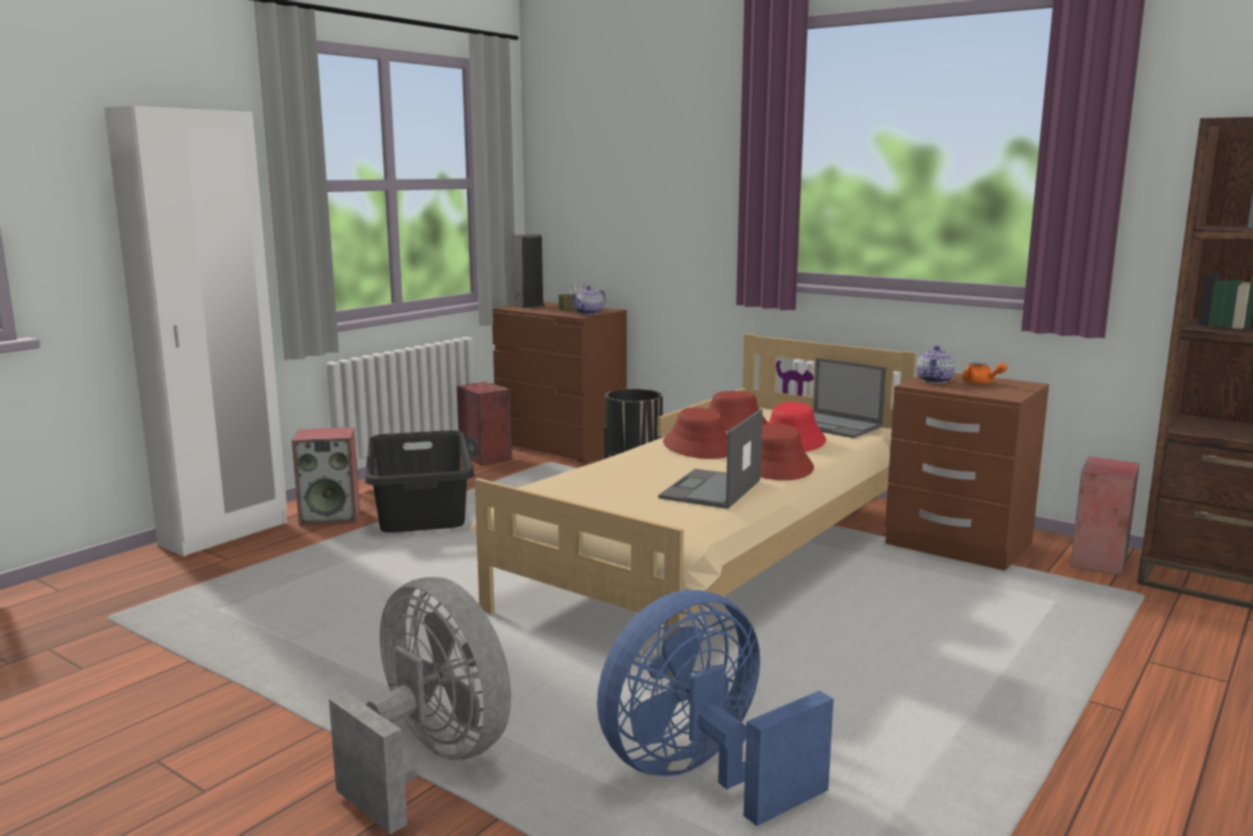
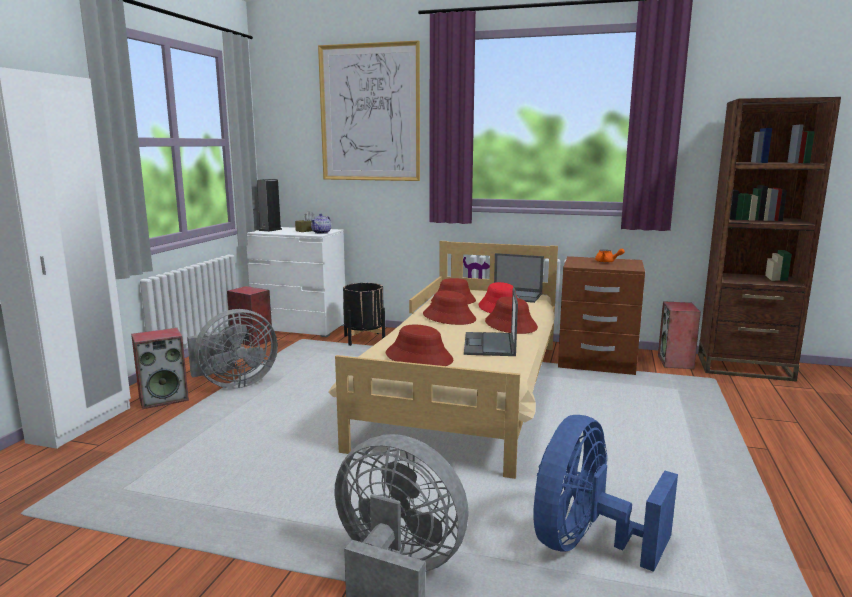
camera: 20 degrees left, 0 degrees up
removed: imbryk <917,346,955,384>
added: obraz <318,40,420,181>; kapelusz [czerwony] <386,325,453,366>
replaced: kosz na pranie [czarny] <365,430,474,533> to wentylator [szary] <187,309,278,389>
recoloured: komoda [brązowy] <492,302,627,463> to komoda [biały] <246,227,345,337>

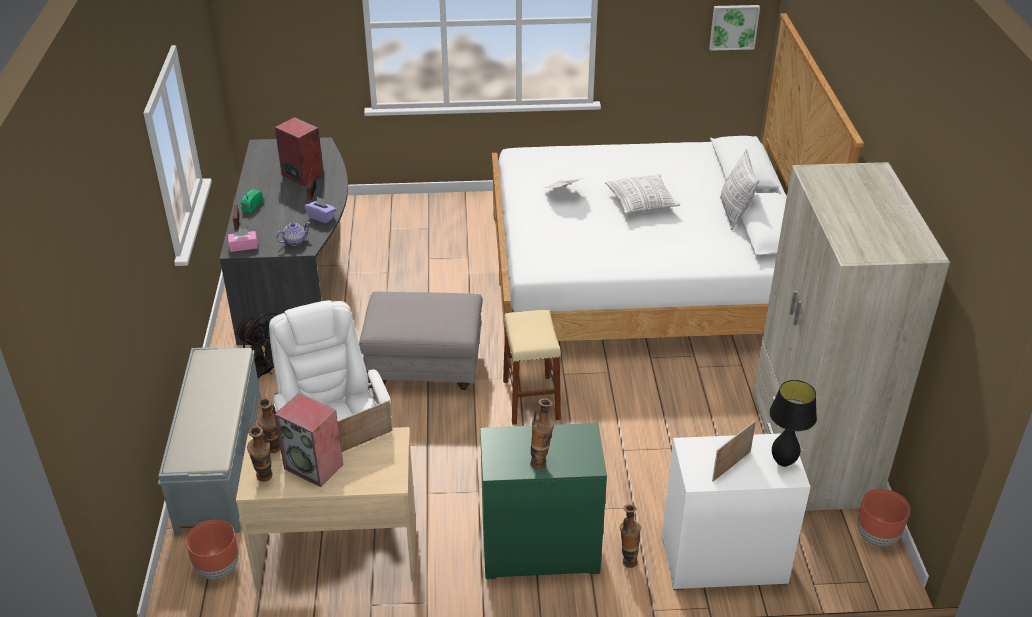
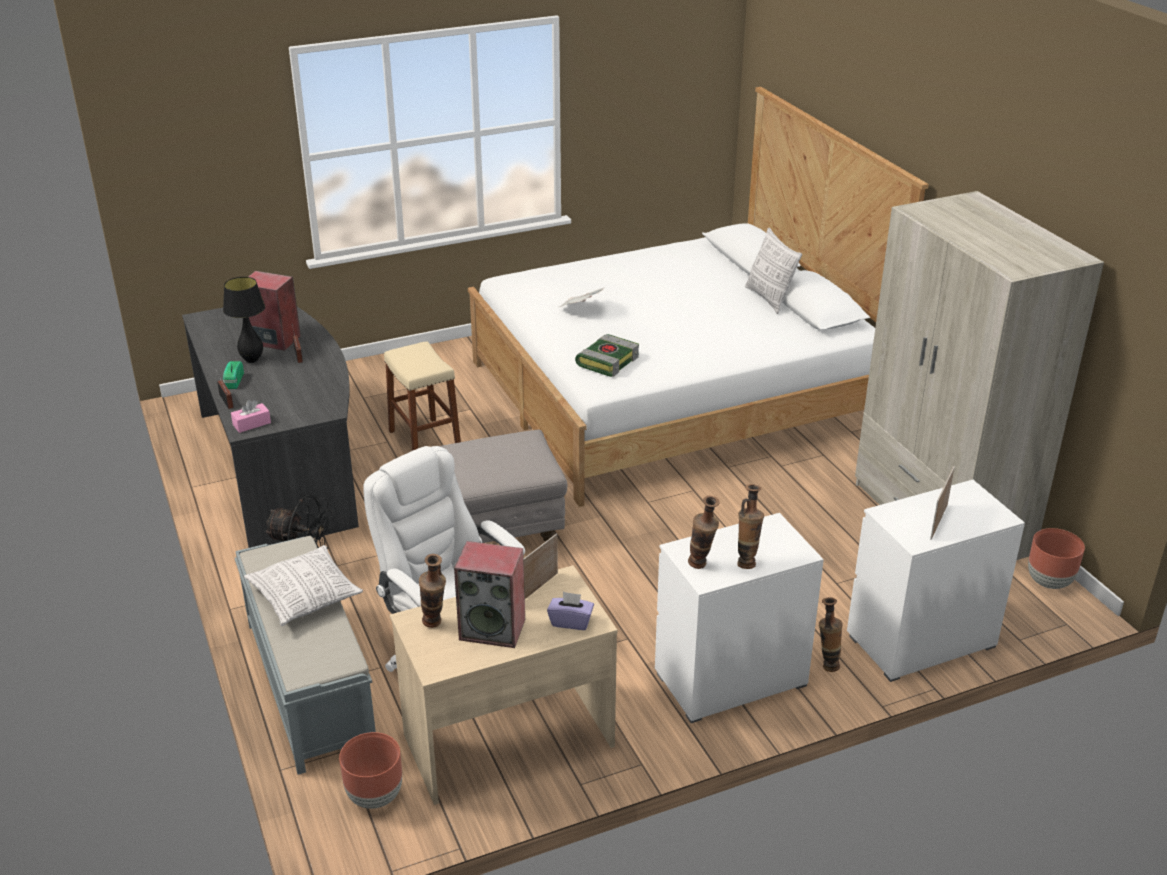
camera: 20 degrees left, 5 degrees down
removed: imbryk <276,222,311,246>; obraz <709,5,760,51>
added: książka <575,334,639,377>
moved: wazon <247,426,272,482> to <688,496,719,569>; pudełko chusteczek [fioletowy] <305,197,336,223> to <547,592,594,630>; stołek [beżowy] <503,310,561,425> to <384,341,461,451>; poduszka <605,174,680,214> to <244,545,363,626>; lampa stołowa [czarny] <769,380,817,467> to <223,277,265,363>
recoloured: komoda [zielony] <480,423,607,579> to komoda [biały] <655,513,824,723>

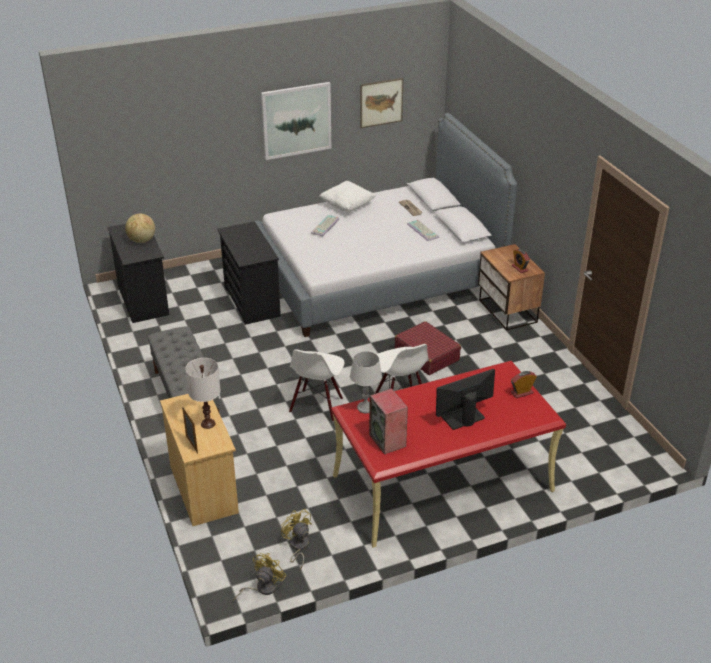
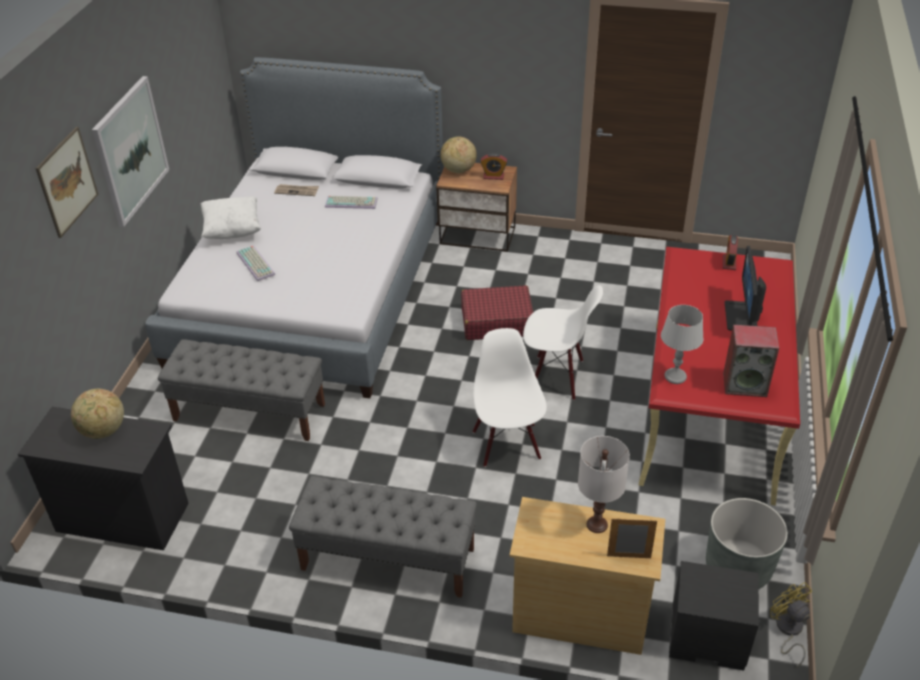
camera: 55 degrees left, 5 degrees up
added: globus <440,136,477,173>; szafka nocna [czarny] <669,561,759,670>
moved: obraz <360,78,403,128> to <35,127,98,238>
replaced: komoda [czarny] <217,221,281,325> to ławka [szary] <158,339,325,441>; wentylator [żółty] <281,509,312,570> to donica [szary] <706,498,788,589>
turned: krzesło [biały] <289,349,344,422> = <473,328,547,467> 150 degrees counterclockwise

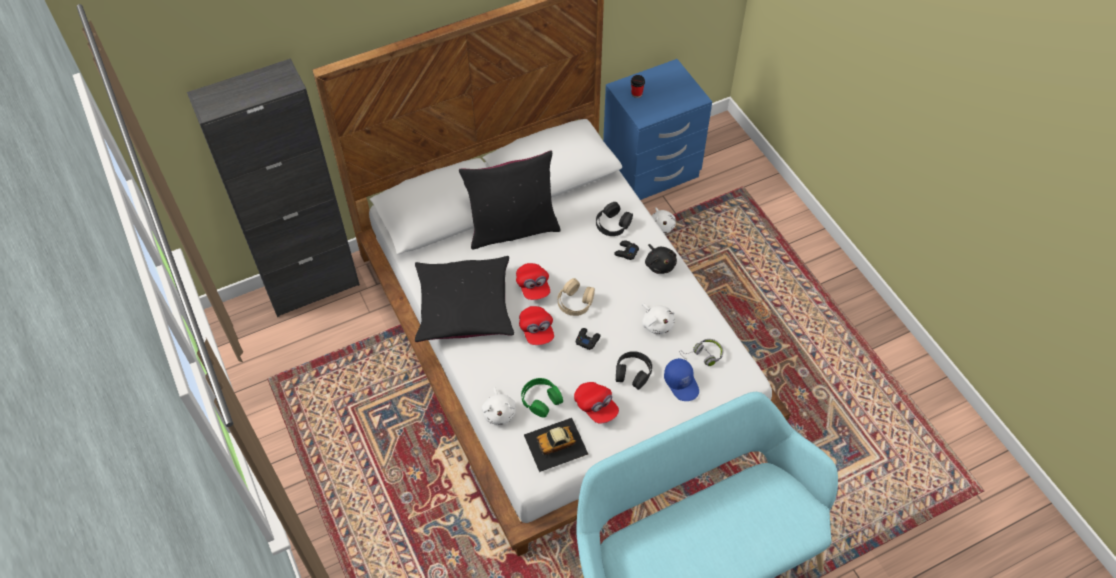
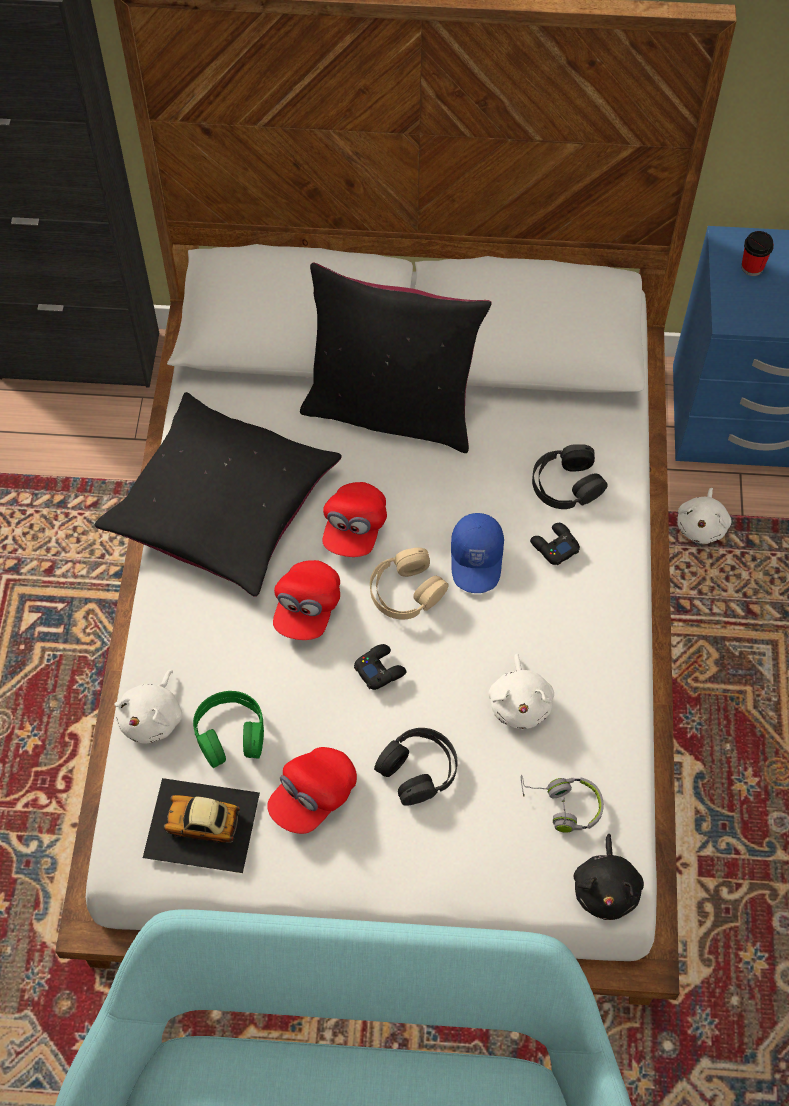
camera: 30 degrees right, 5 degrees up
moved: pluszak [czarny] <645,244,677,274> to <574,834,644,920>; czapka z daszkiem [niebieski] <664,358,699,401> to <451,513,504,593>
turned: czapka z daszkiem [czerwony] <574,382,619,423> = <267,747,357,834> 45 degrees clockwise

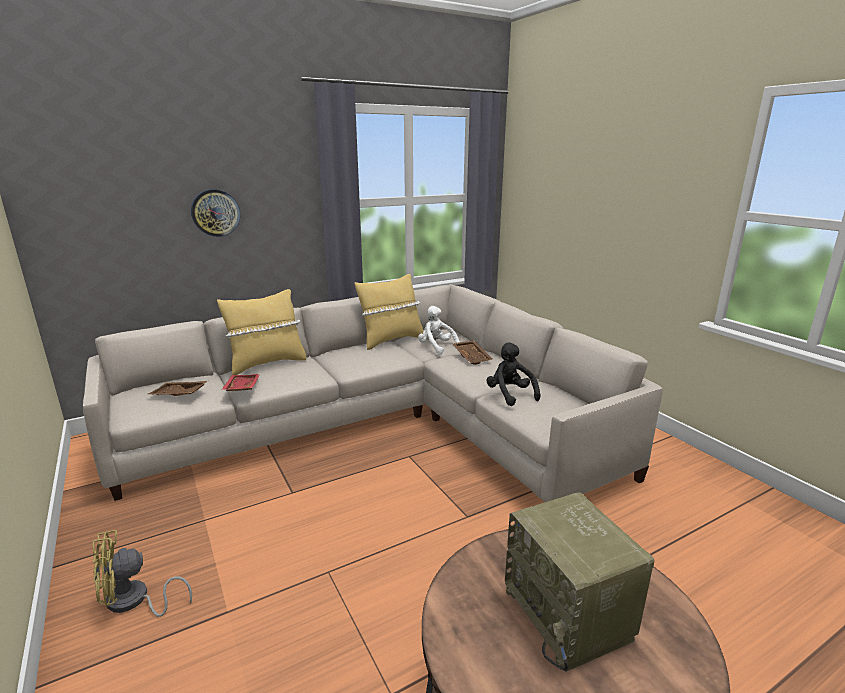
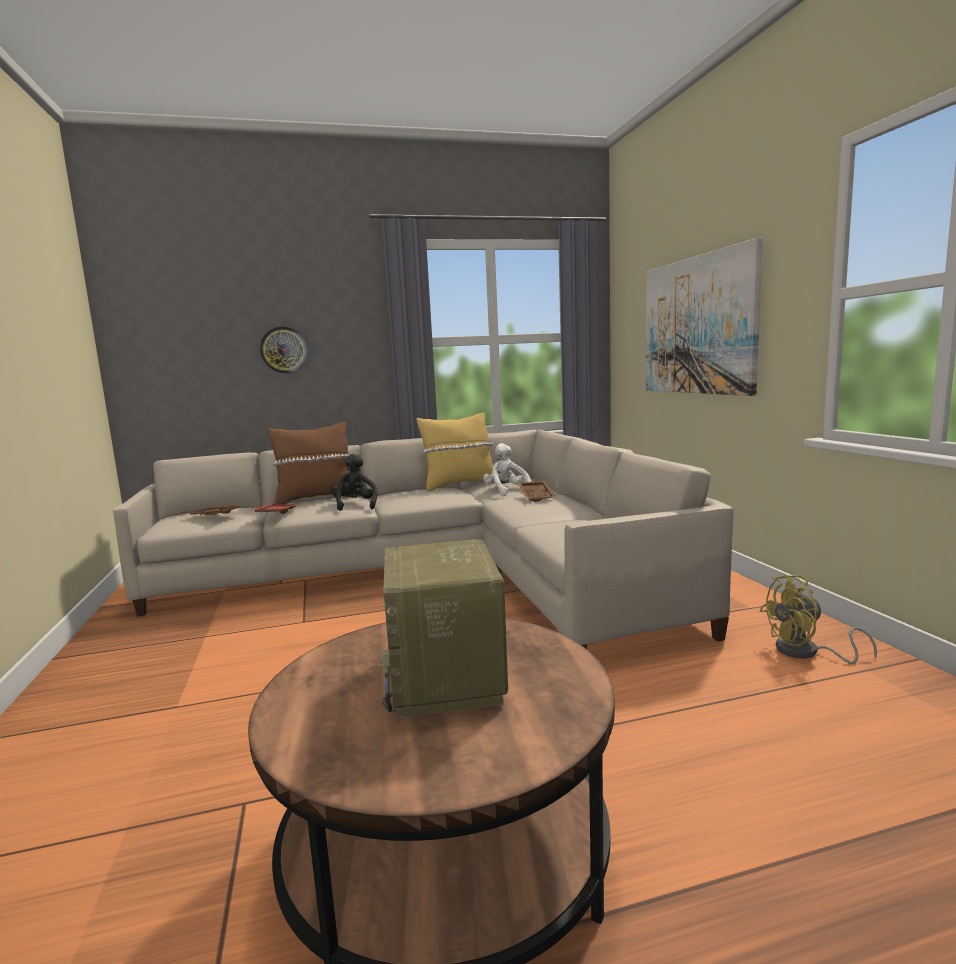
camera: 15 degrees right, 10 degrees down
added: obraz <646,238,763,396>
moved: wentylator [żółty] <92,530,192,617> to <760,575,877,664>; pluszak [czarny] <486,342,541,406> to <331,454,378,511>
recoloured: poduszka [żółty] <217,289,306,375> to poduszka [brązowy] <268,422,357,504>

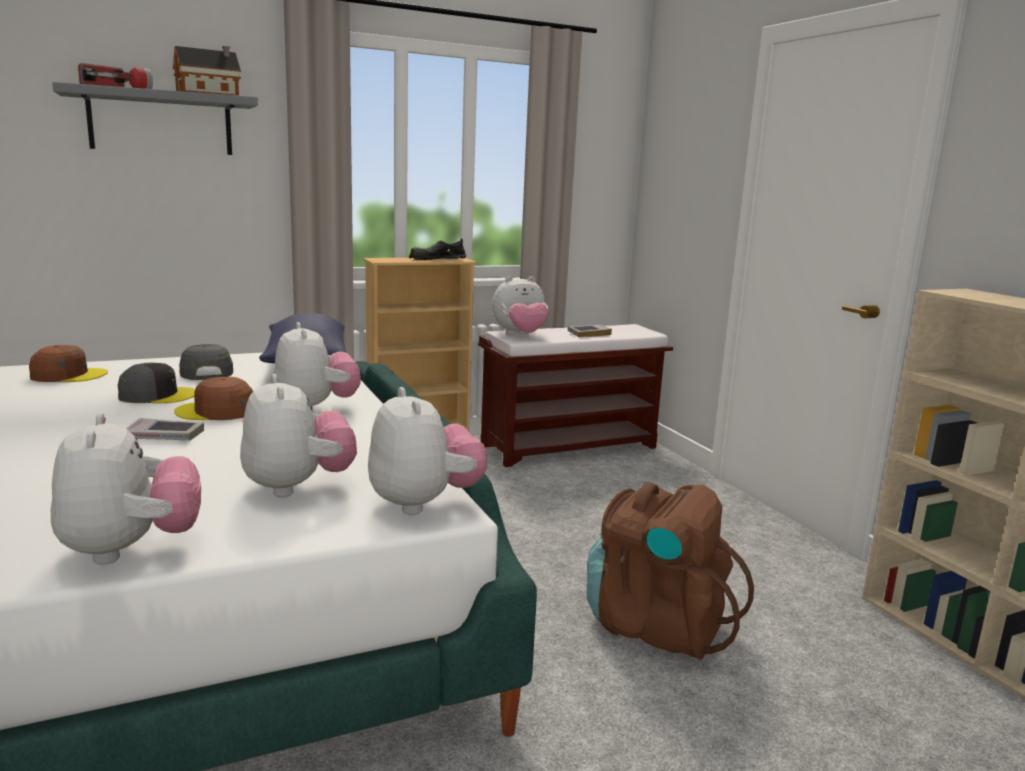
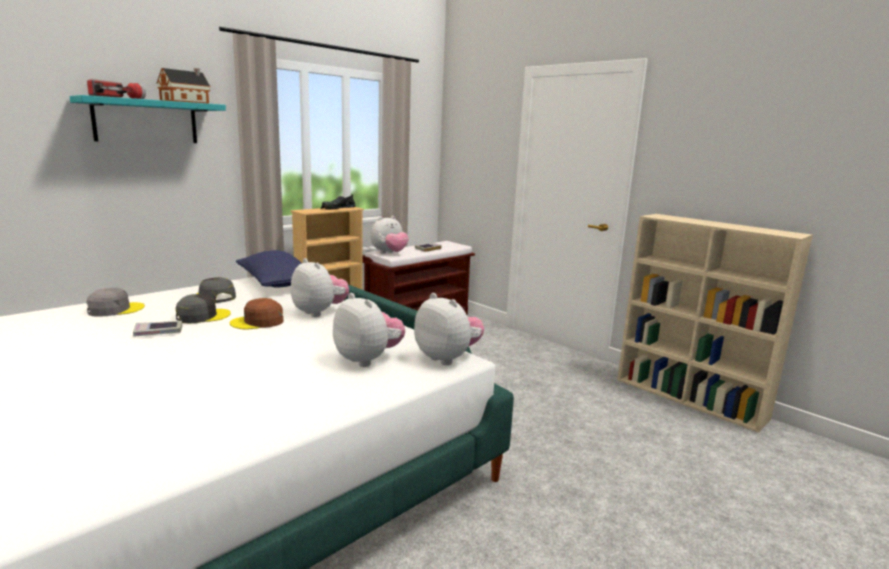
camera: 20 degrees left, 0 degrees up
removed: pluszak <51,413,201,565>; plecak [brązowy] <587,482,754,660>
moved: książka <126,418,204,440> to <133,321,182,337>
recoloured: czapka z daszkiem [brązowy] <29,345,108,382> to czapka z daszkiem [szary] <86,288,145,317>; półka [szary] <52,82,258,155> to półka [turkusowy] <69,95,226,143>

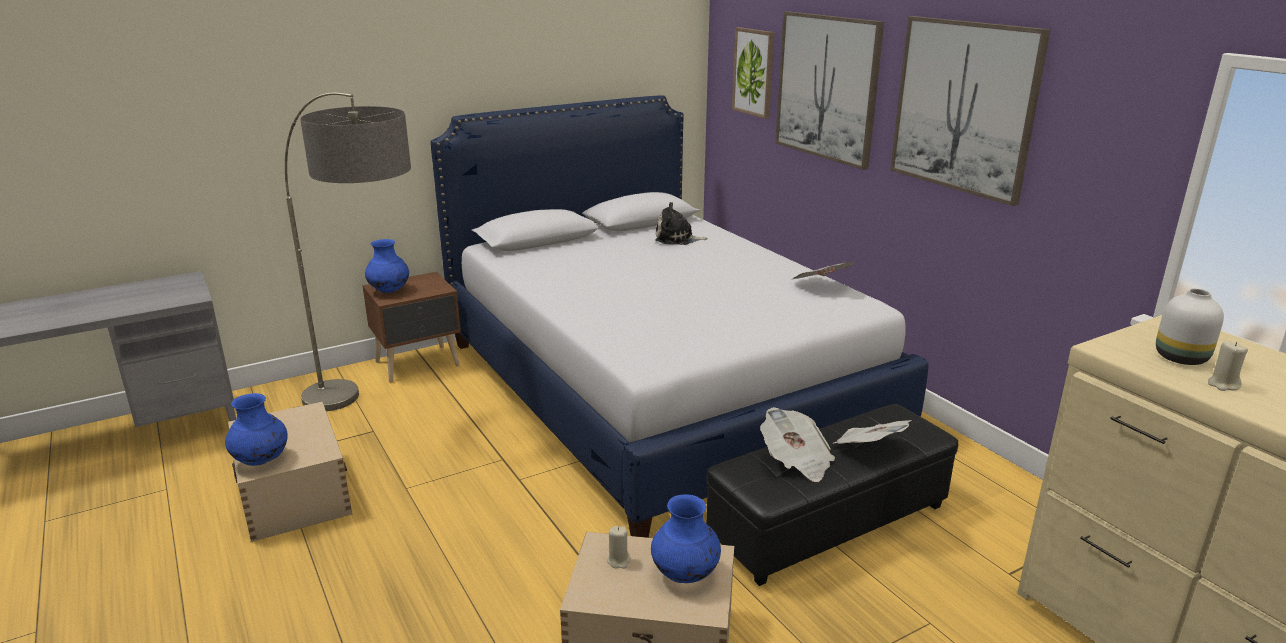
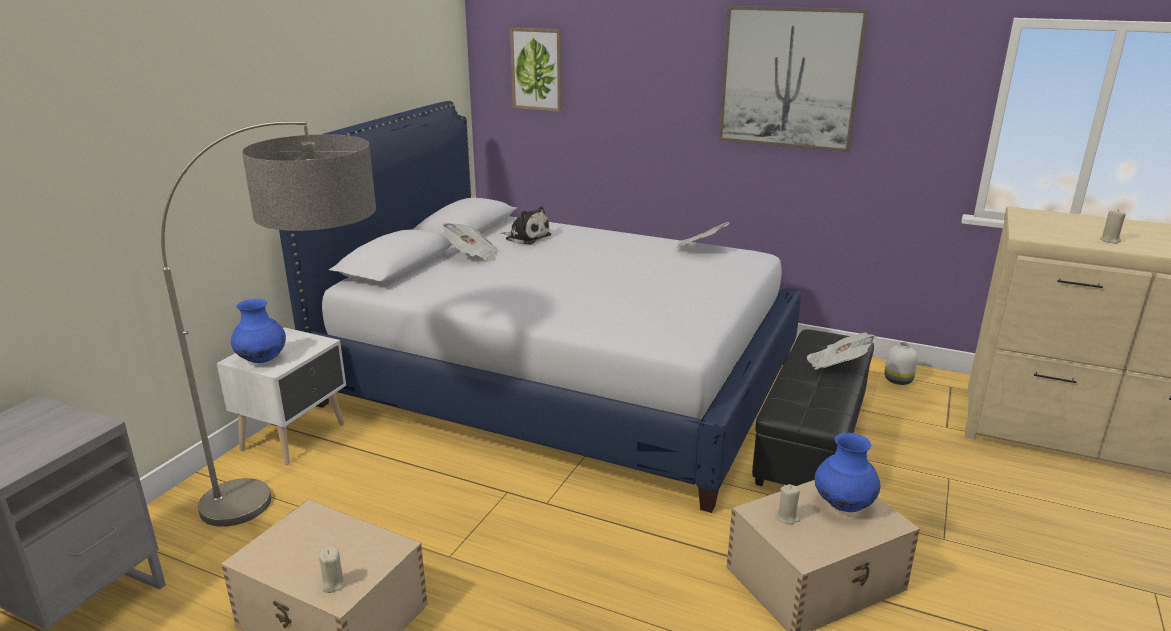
camera: 35 degrees left, 0 degrees up
removed: obraz <775,11,884,170>
moved: gazeta <760,407,835,482> to <442,223,497,261>; wazon [biały] <1156,288,1224,365> to <884,342,918,385>
replaced: wazon [niebieski] <225,393,288,466> to świeca [beżowy] <319,546,346,593>
recoloured: szafka nocna [brązowy] <362,272,461,382> to szafka nocna [biały] <217,327,346,465>
turned: pluszak <655,202,708,245> = <500,207,551,244> 120 degrees counterclockwise

